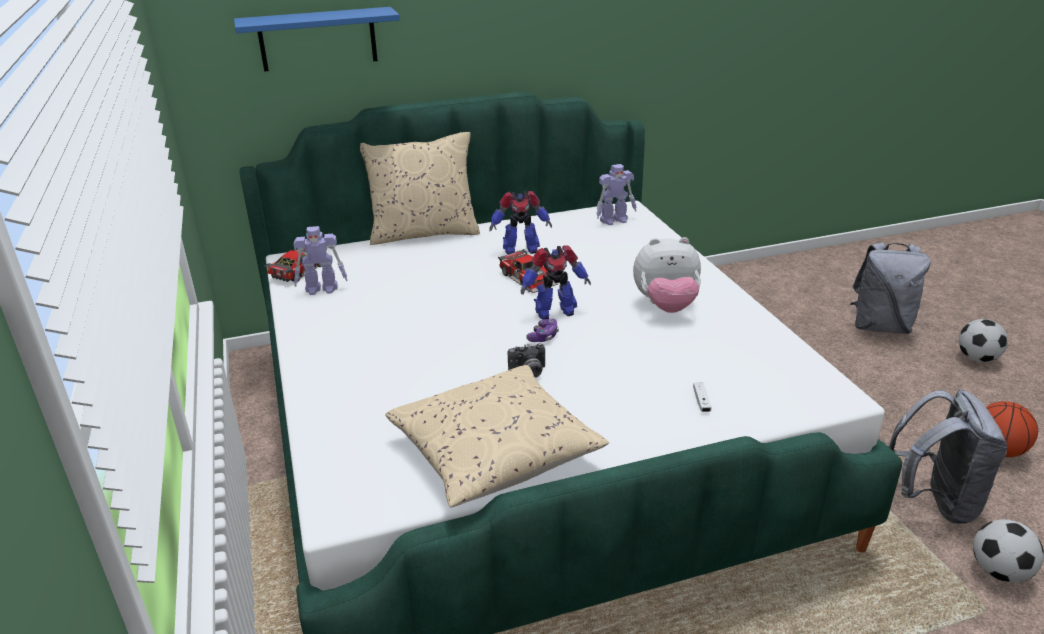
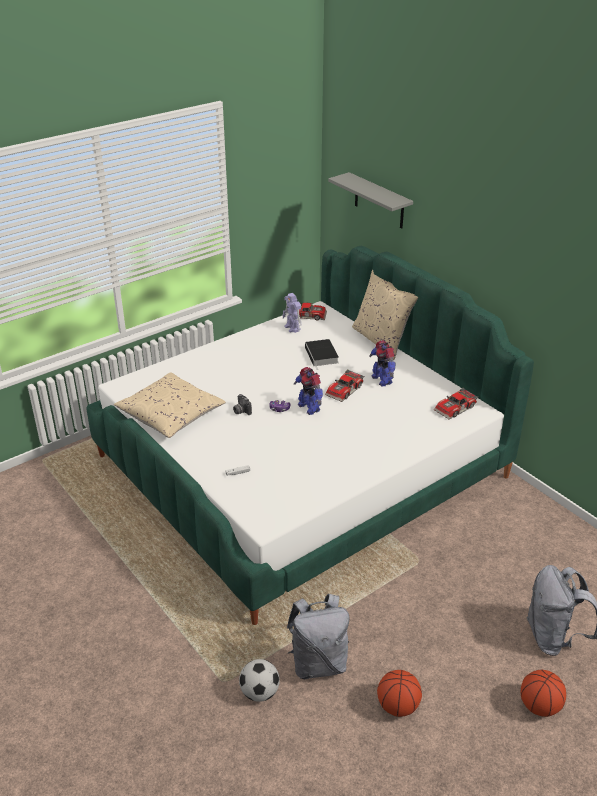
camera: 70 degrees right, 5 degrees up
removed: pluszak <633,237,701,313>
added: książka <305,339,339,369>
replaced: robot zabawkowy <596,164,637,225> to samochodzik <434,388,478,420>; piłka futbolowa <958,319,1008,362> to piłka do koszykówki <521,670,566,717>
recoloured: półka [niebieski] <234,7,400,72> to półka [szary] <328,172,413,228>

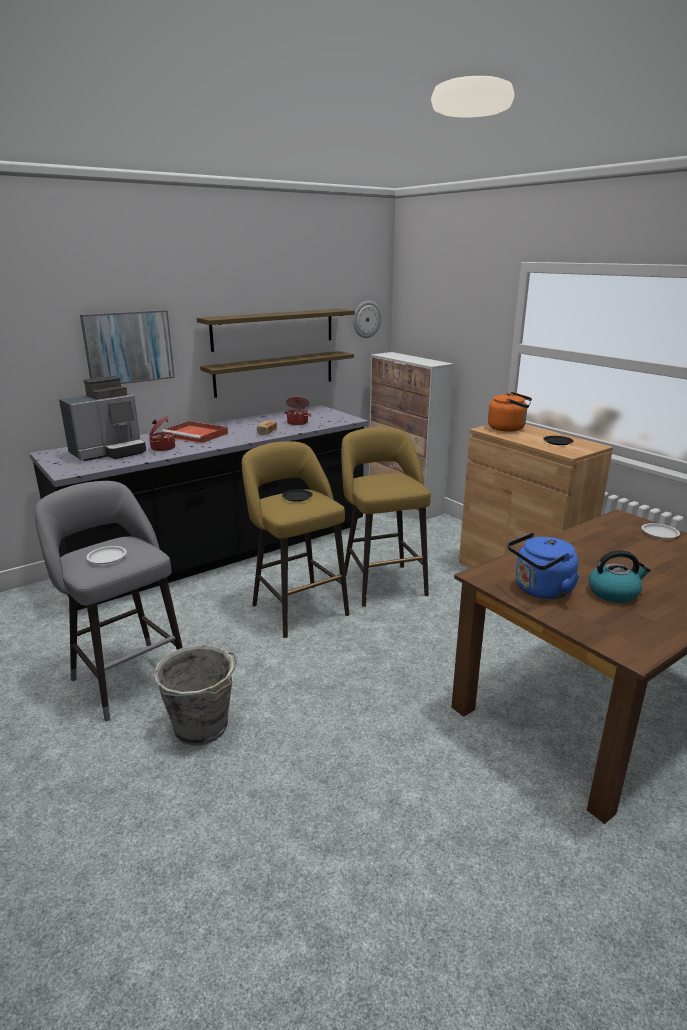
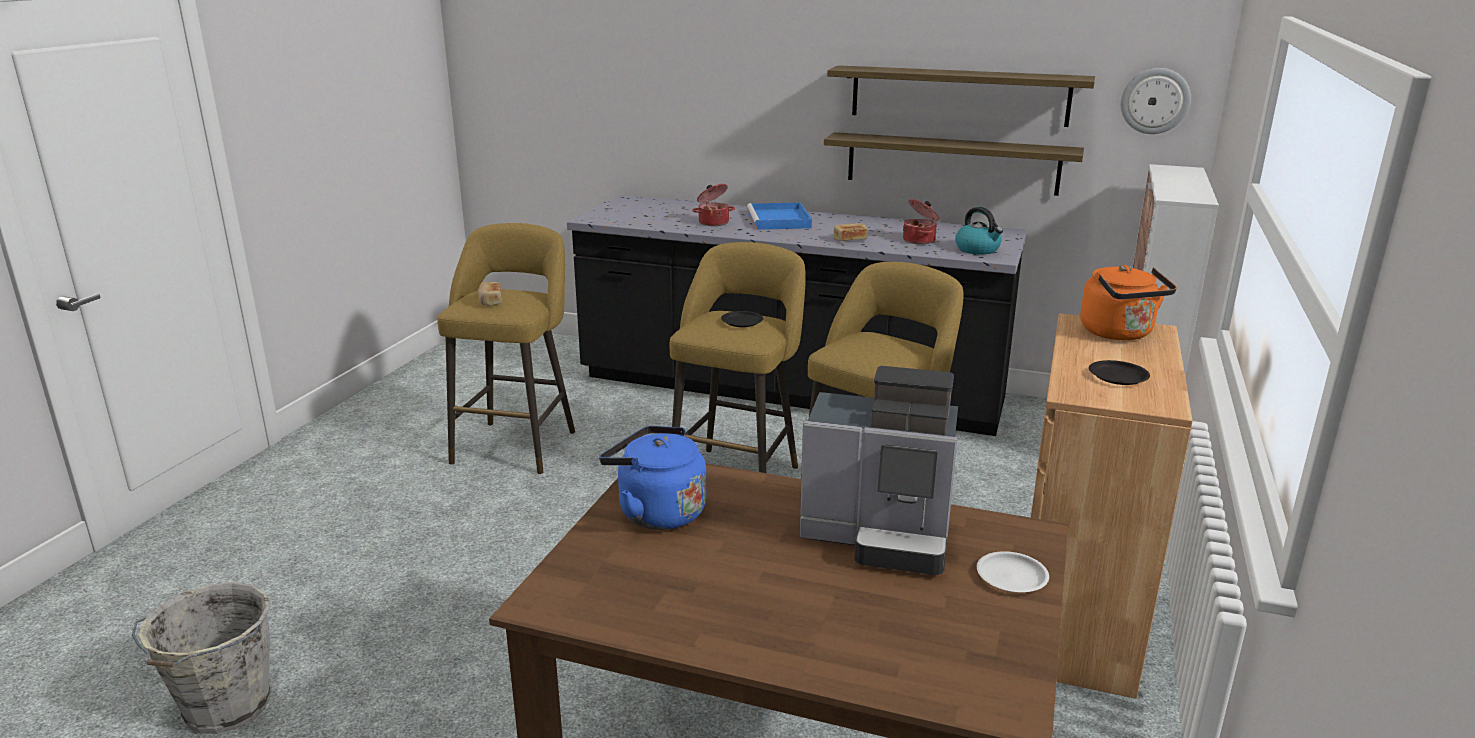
camera: 55 degrees right, 0 degrees up
removed: obraz <80,310,175,384>
moved: ekspres do kawy <59,376,146,461> to <799,366,958,575>; wiadro [szary] <153,645,237,746> to <132,582,270,734>; czajnik <589,550,651,603> to <955,207,1003,254>
replaced: talerz [biały] <87,546,127,564> to chleb <478,282,502,306>
recoloured: stołek [szary] <35,481,183,721> to stołek [żółty] <437,223,575,474>; taca [czerwony] <162,421,228,443> to taca [niebieski] <747,202,812,230>

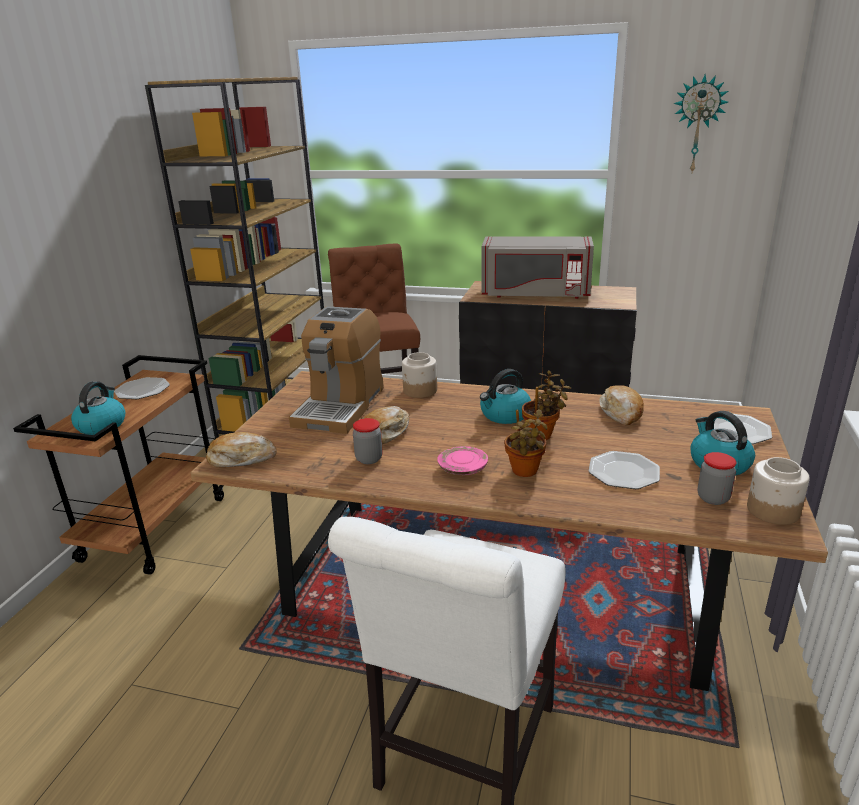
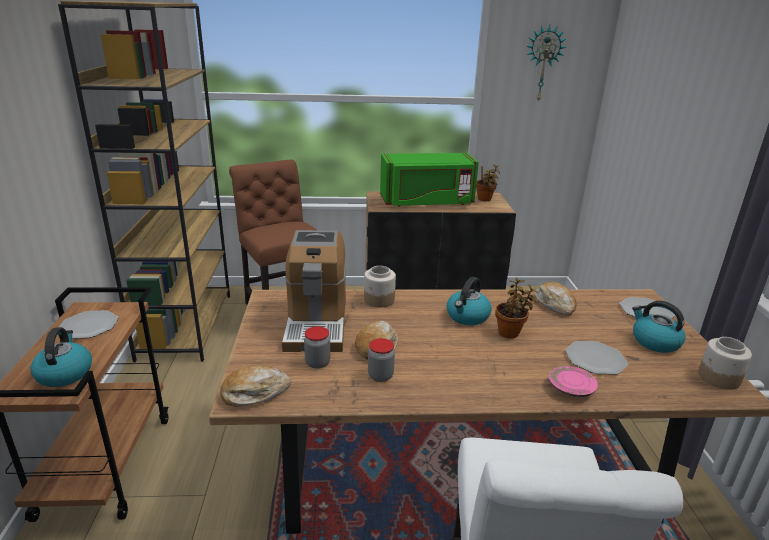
camera: 20 degrees left, 0 degrees up
moved: talerz [różowy] <437,446,488,475> to <549,366,598,397>; roślina doniczkowa <504,409,548,477> to <476,164,500,201>; słoik <698,452,736,505> to <304,326,330,369>
recoloured: mikrofalówka [szary] <482,236,594,299> to mikrofalówka [zielony] <380,153,479,207>

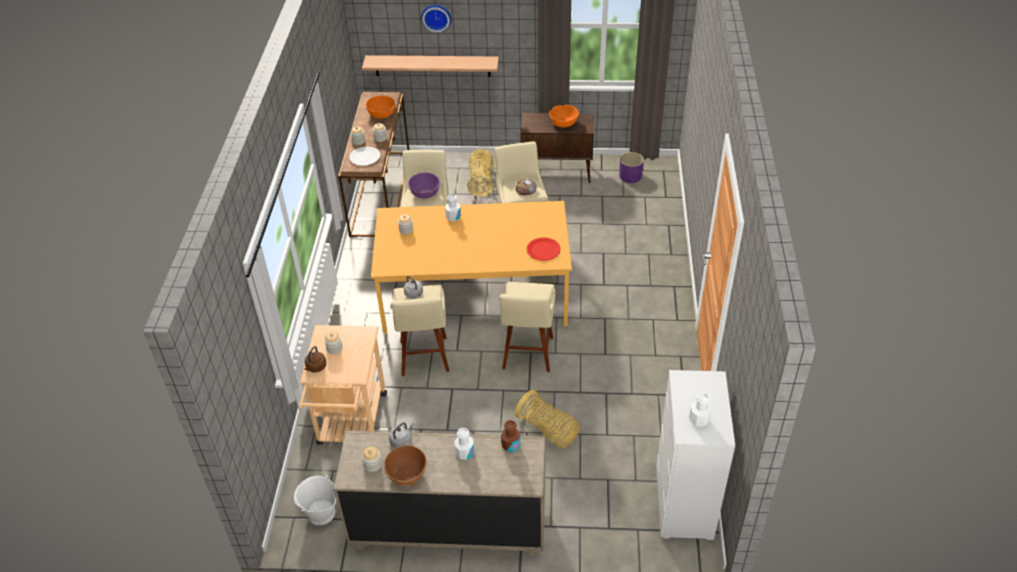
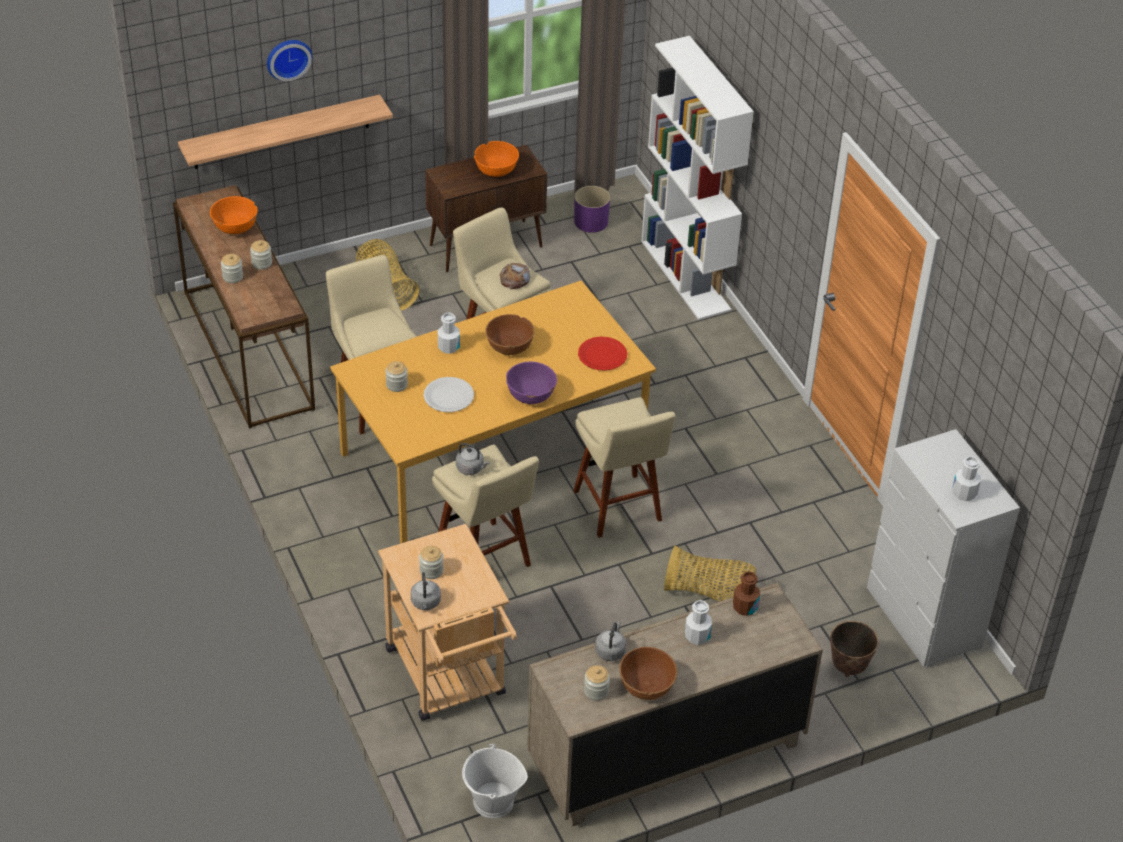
camera: 30 degrees left, 0 degrees up
added: miska [brązowy] <485,314,534,355>; regał [biały] <641,36,754,320>; donica <830,621,879,677>
moved: talerz [biały] <349,147,380,166> to <424,377,474,412>; miska [fioletowy] <408,173,440,199> to <506,362,557,404>
recoloured: czajnik [brązowy] <304,346,326,372> to czajnik [szary] <411,572,441,610>

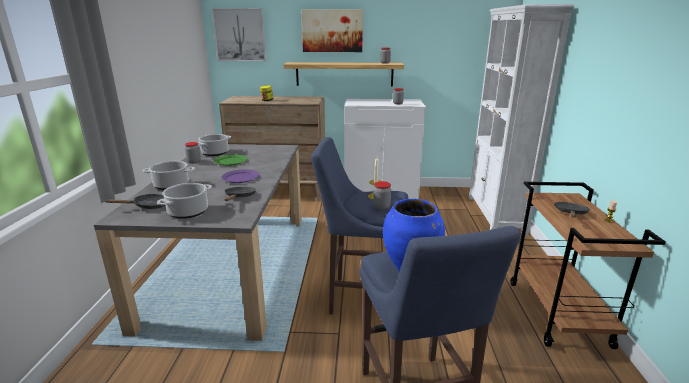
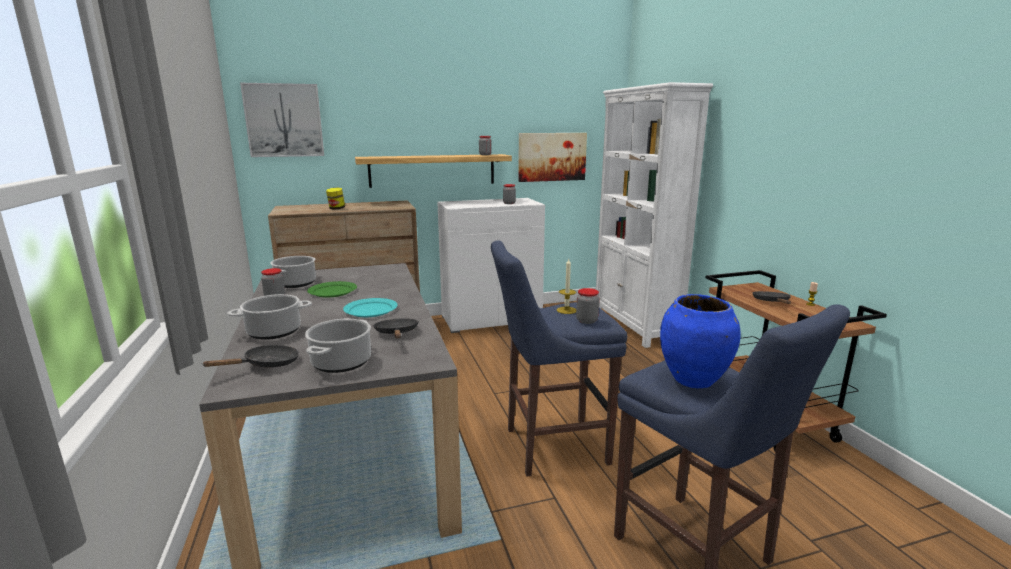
camera: 20 degrees left, 5 degrees down
moved: obraz <301,9,363,52> to <518,133,587,182>
recoloured: talerz [fioletowy] <222,169,259,183> to talerz [turkusowy] <343,298,398,317>

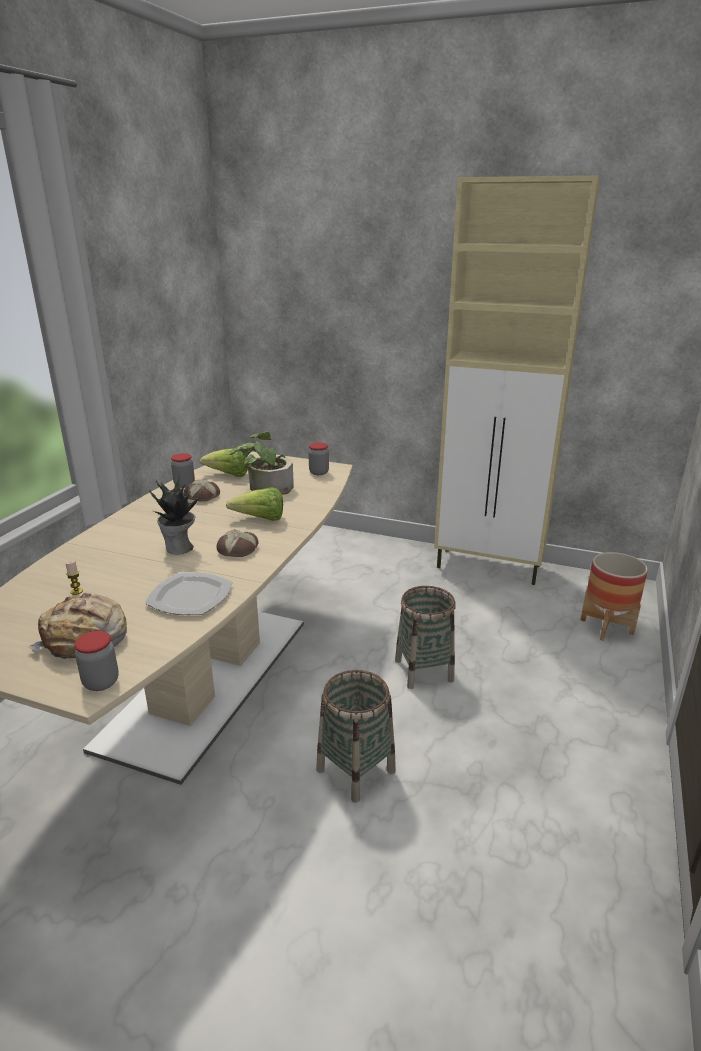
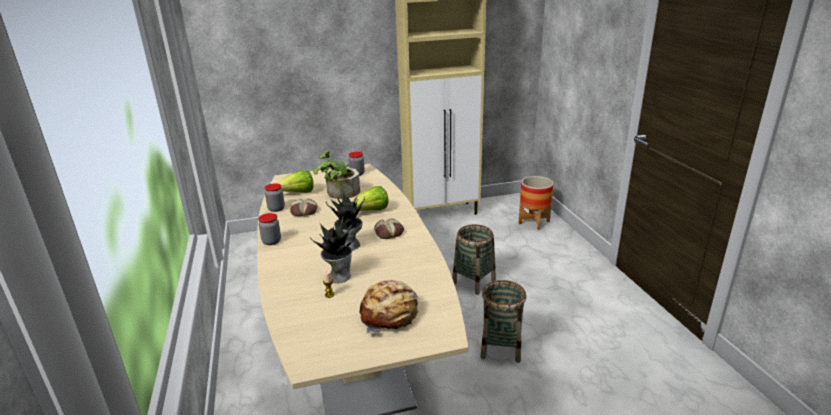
camera: 35 degrees left, 0 degrees up
removed: talerz <145,572,233,615>
added: roślina doniczkowa <310,216,355,283>
moved: słoik <74,631,119,691> to <258,213,281,245>

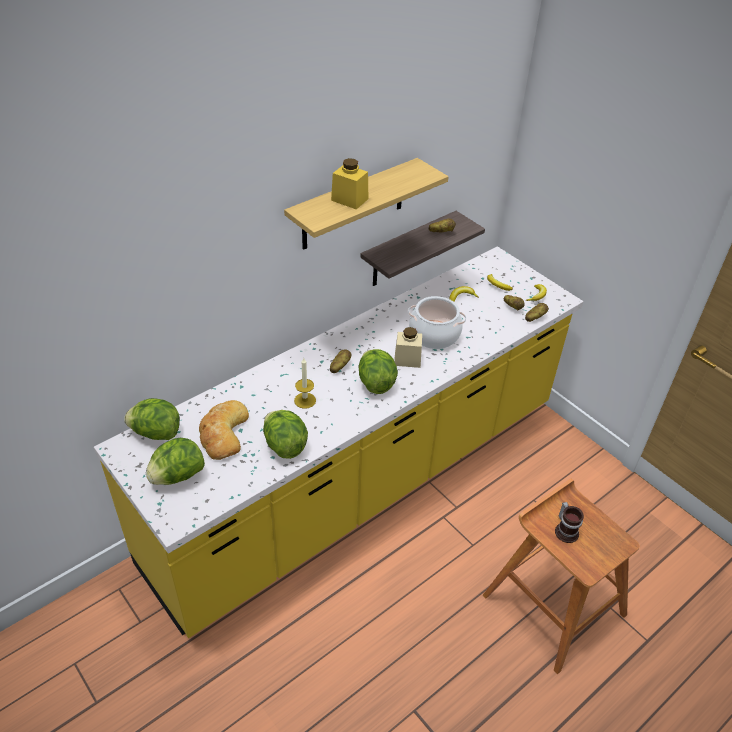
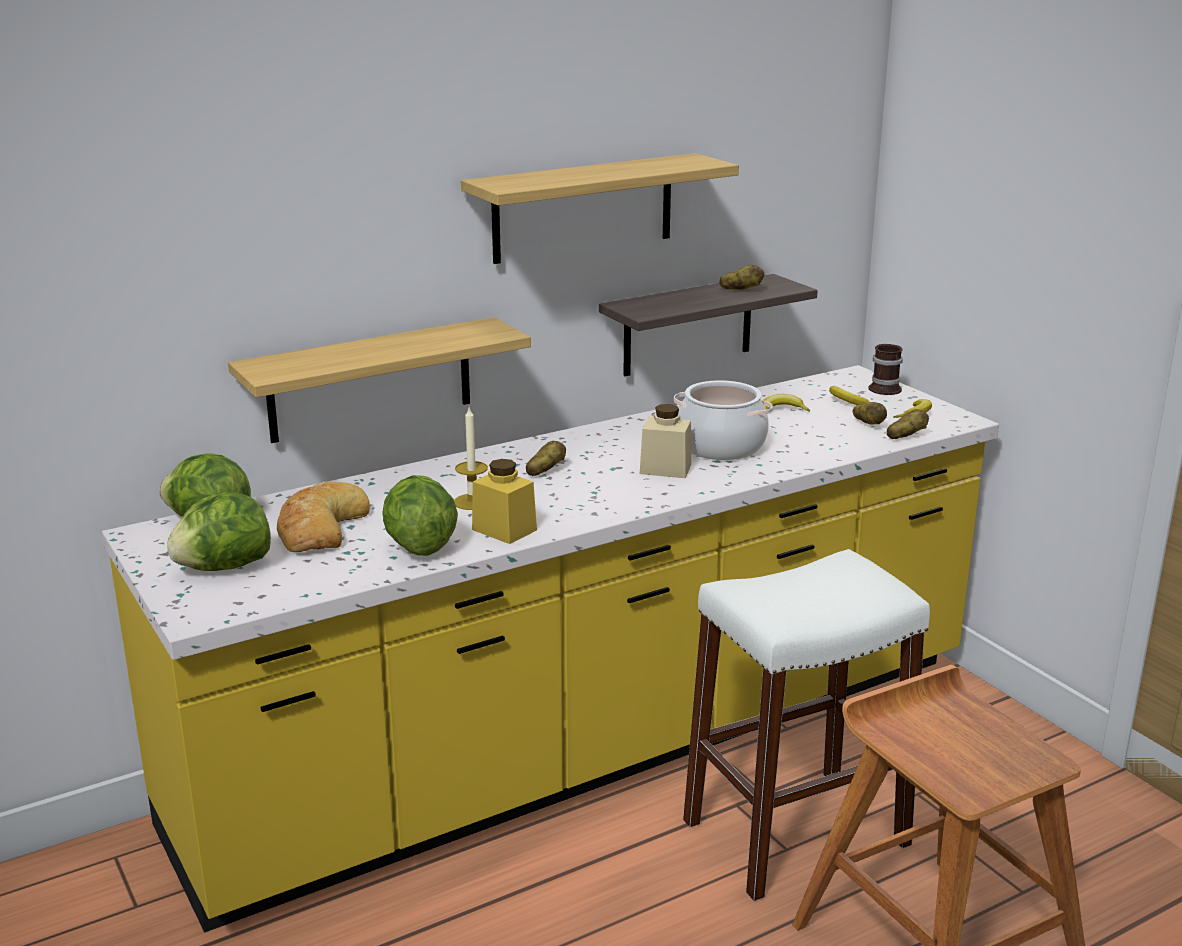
camera: 10 degrees right, 20 degrees down
removed: sałata <359,349,398,394>
added: półka <228,317,531,443>; stołek [biały] <683,549,930,901>
moved: słoik [żółty] <331,158,368,209> to <472,459,537,544>; kubek <555,502,584,543> to <868,344,903,395>

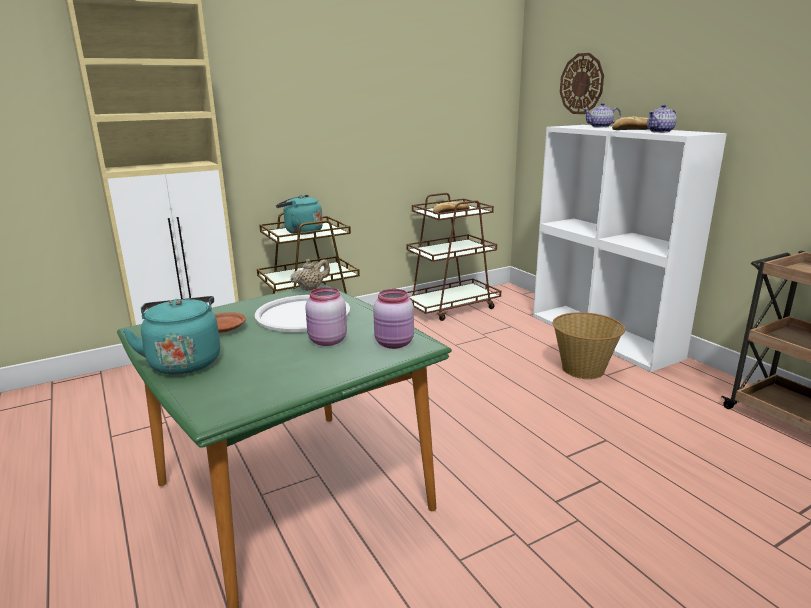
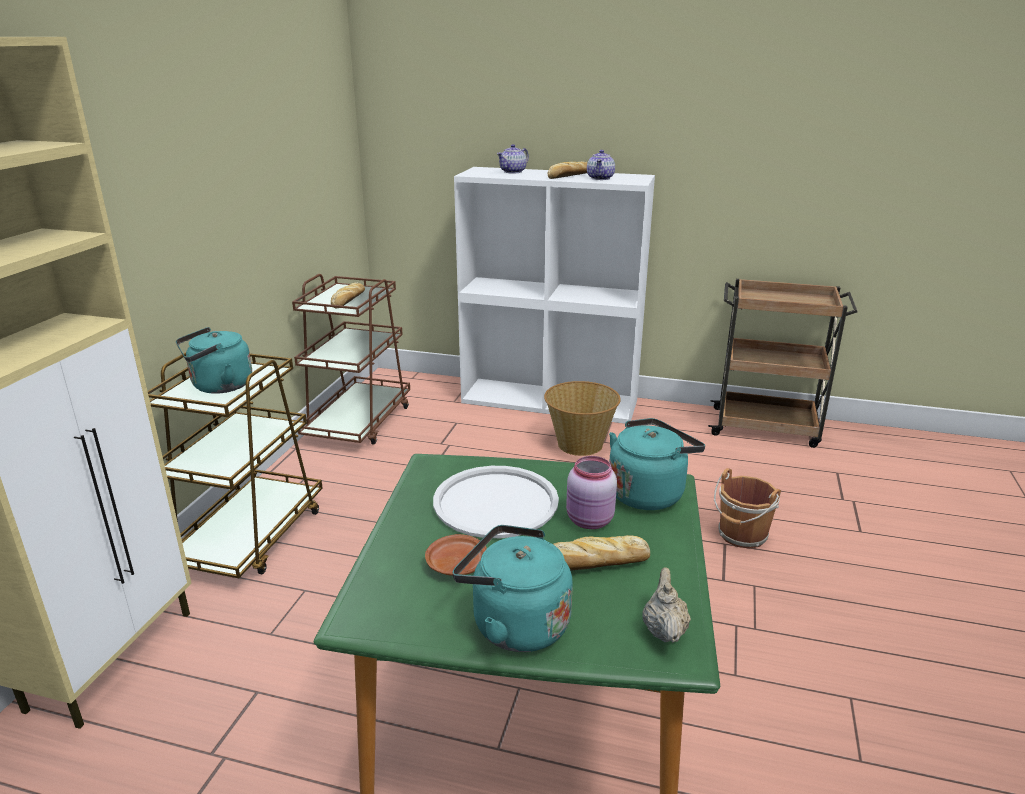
camera: 45 degrees left, 5 degrees up
removed: zegar ścienny <560,53,604,114>
added: chleb <553,535,650,571>; wiadro [brązowy] <714,468,781,549>
moved: imbryk [beżowy] <291,259,330,291> to <643,567,691,642>
replaced: słoik [różowy] <373,289,414,349> to czajnik [turkusowy] <609,418,705,510>

